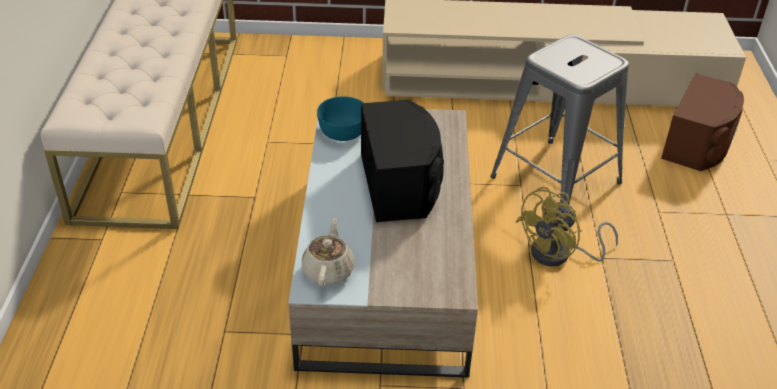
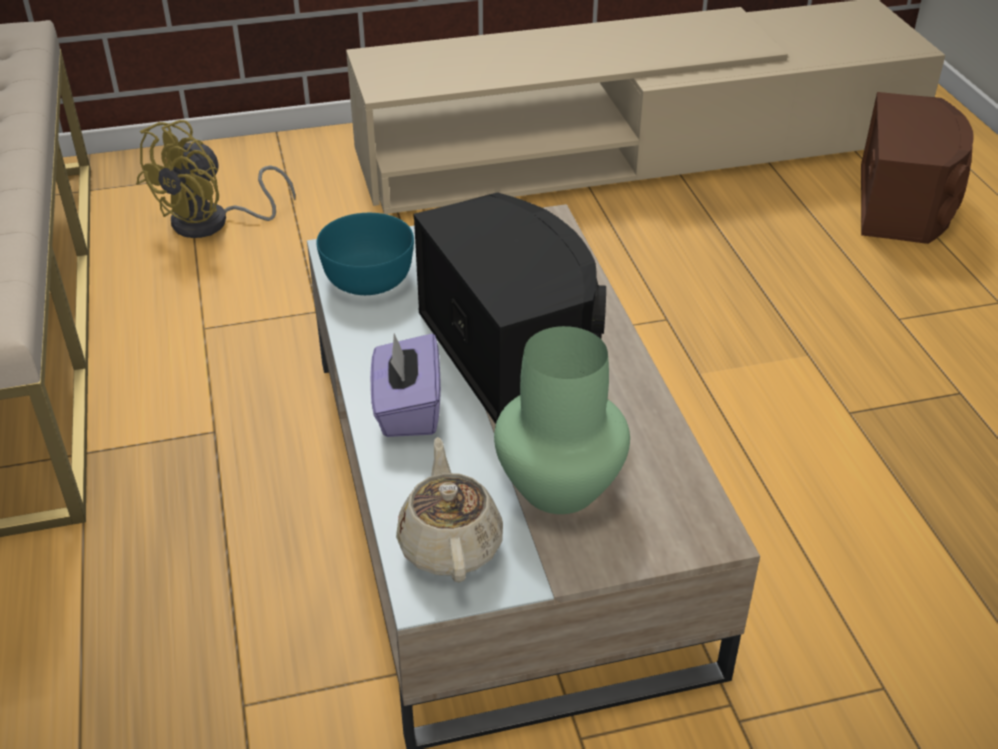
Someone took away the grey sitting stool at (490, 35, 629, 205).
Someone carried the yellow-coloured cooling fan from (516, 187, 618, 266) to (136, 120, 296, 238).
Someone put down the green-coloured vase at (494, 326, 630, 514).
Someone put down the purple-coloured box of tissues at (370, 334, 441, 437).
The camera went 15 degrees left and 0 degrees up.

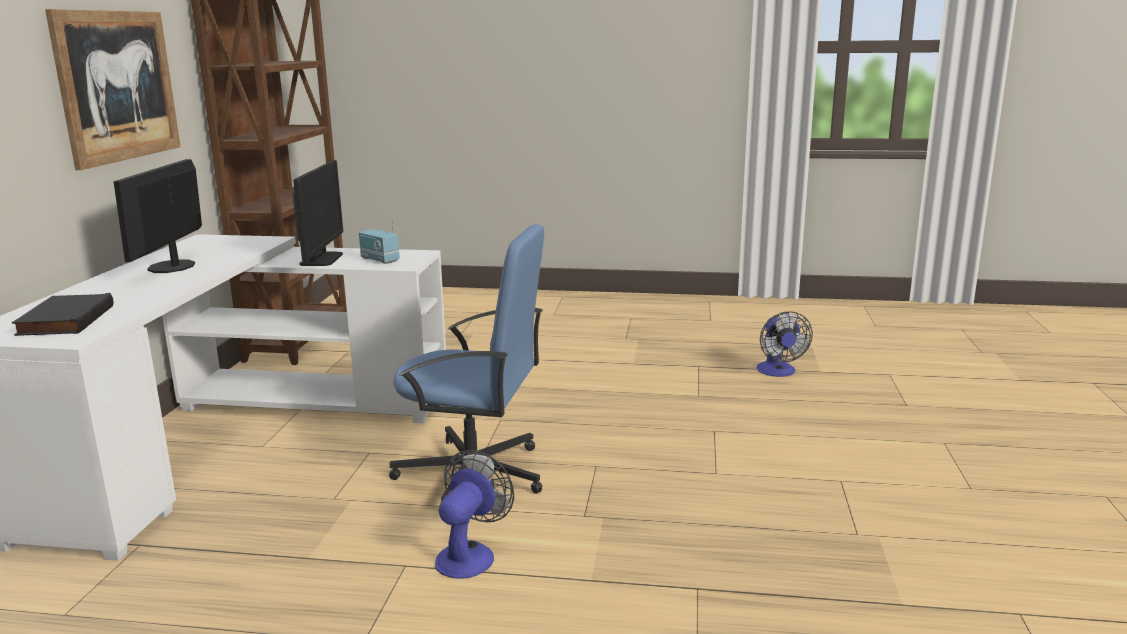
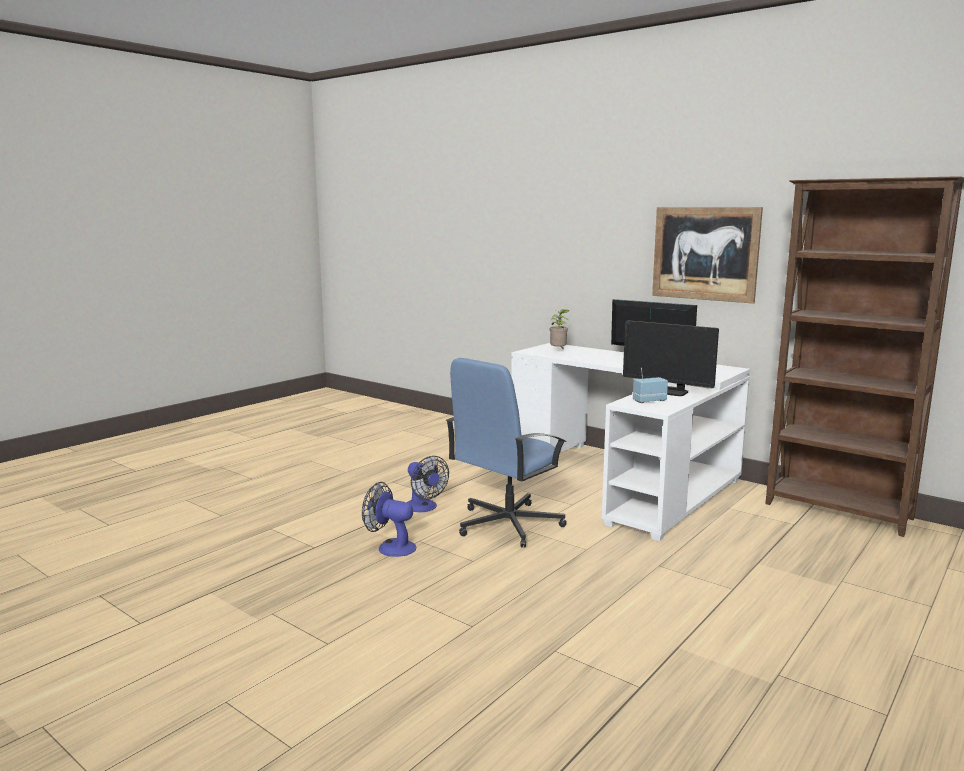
Someone swapped the black-coloured volume at (12, 293, 113, 336) for the houseplant at (549, 309, 570, 348).
Someone carried the cooling fan from (757, 312, 813, 377) to (362, 482, 416, 557).
The camera went 120 degrees right and 5 degrees down.

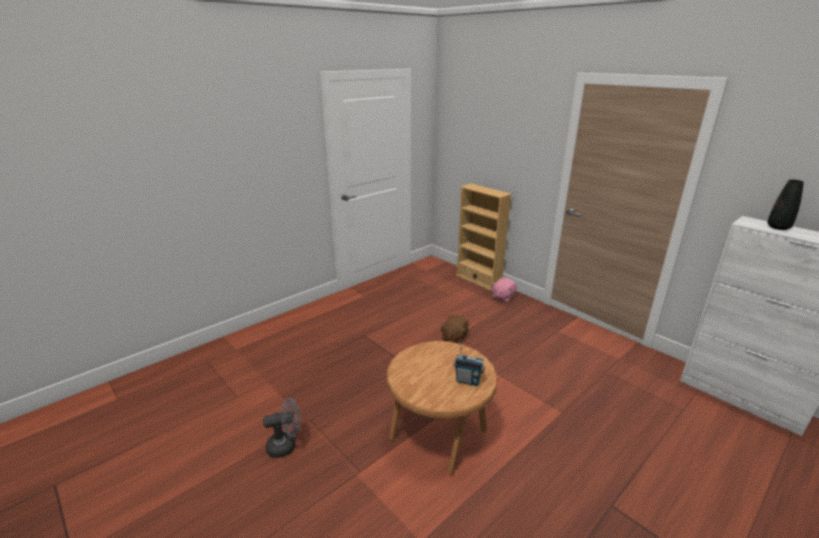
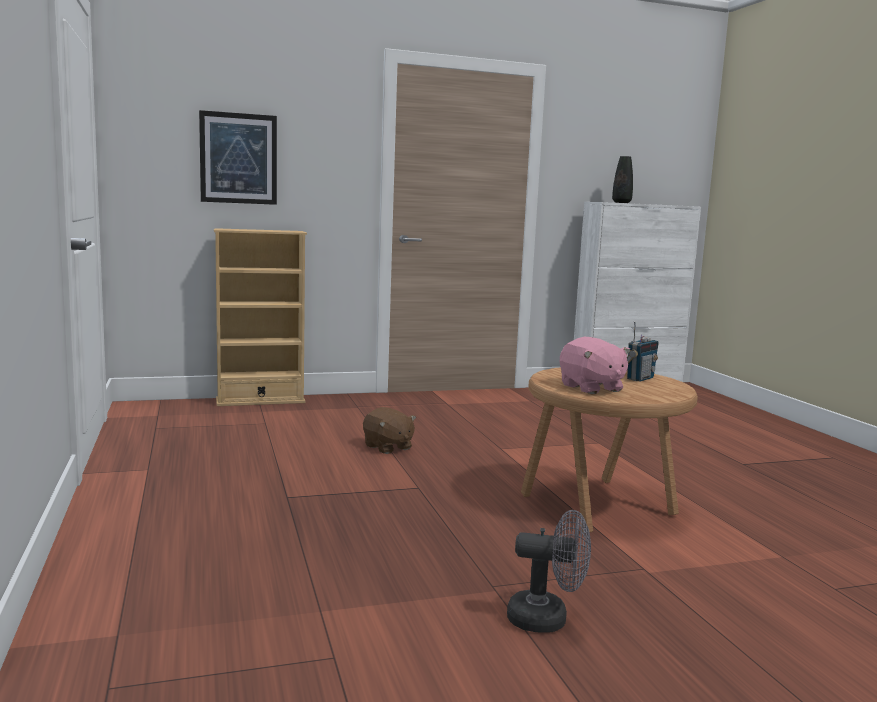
Someone carried the pink-coloured plush toy from (491, 278, 517, 303) to (560, 337, 631, 394).
Someone rotated the grey cooling fan at (263, 398, 300, 458) by 90 degrees clockwise.
Someone put up the picture at (199, 110, 277, 205).
The camera went 65 degrees left and 15 degrees down.

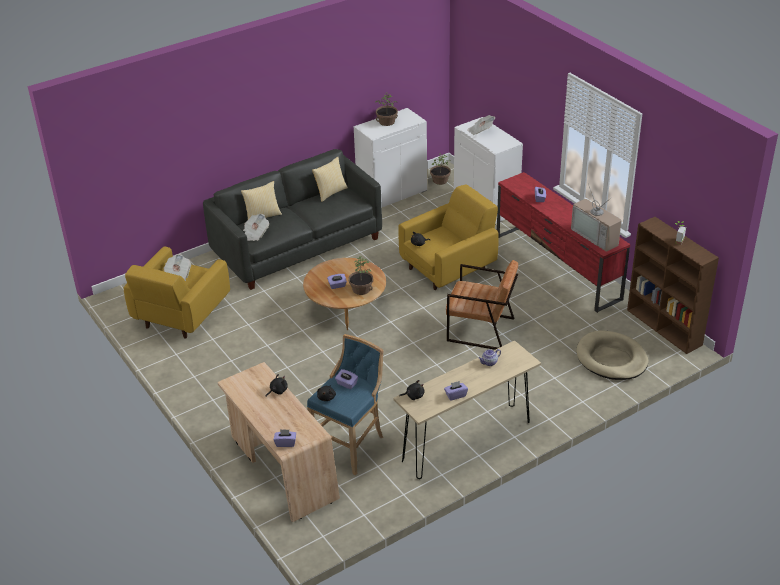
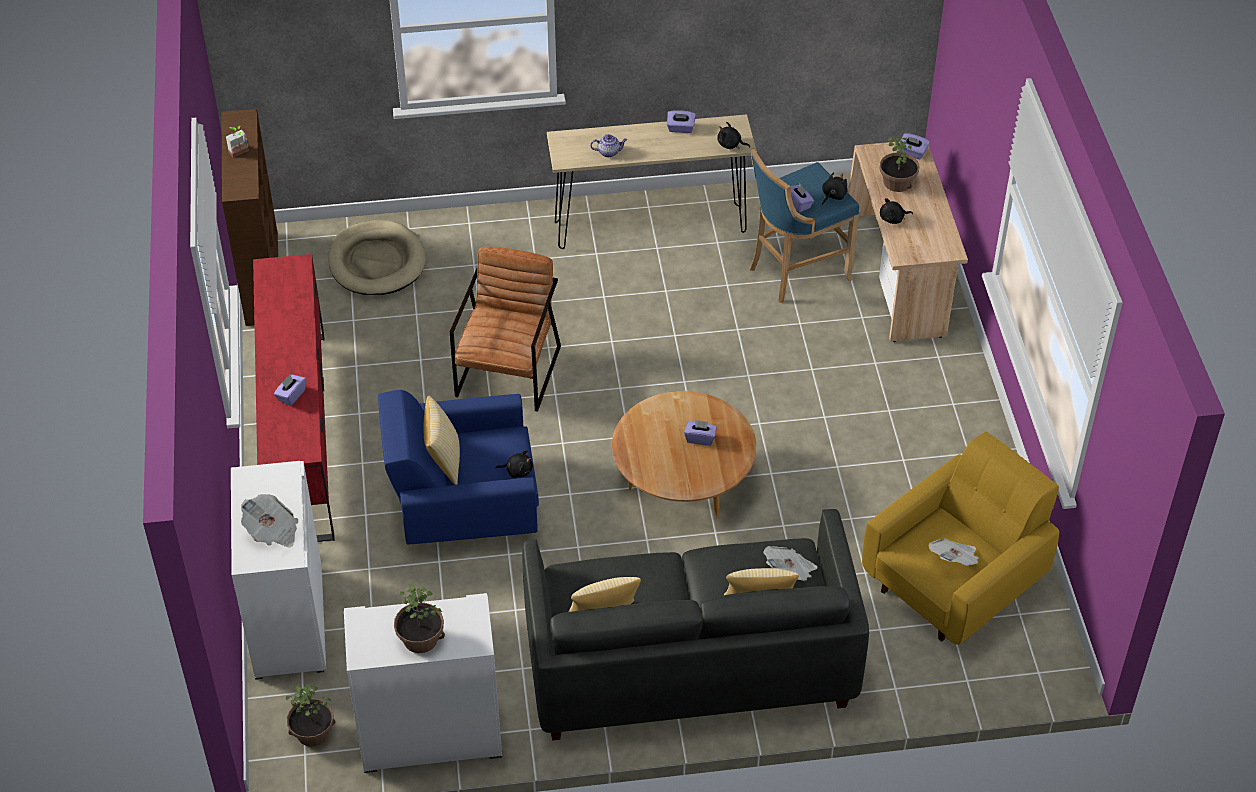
Someone repainted the yellow-coloured armchair at (398, 184, 499, 290), which became the blue armchair at (378, 390, 539, 545).
Someone took away the TV set at (571, 184, 622, 252).
Someone carried the houseplant from (348, 256, 373, 295) to (879, 137, 920, 192).
Someone rotated the brown-coloured armchair at (446, 260, 518, 350) by 60 degrees clockwise.
Someone put down the pillow at (424, 396, 460, 485).
The camera went 155 degrees left and 10 degrees up.

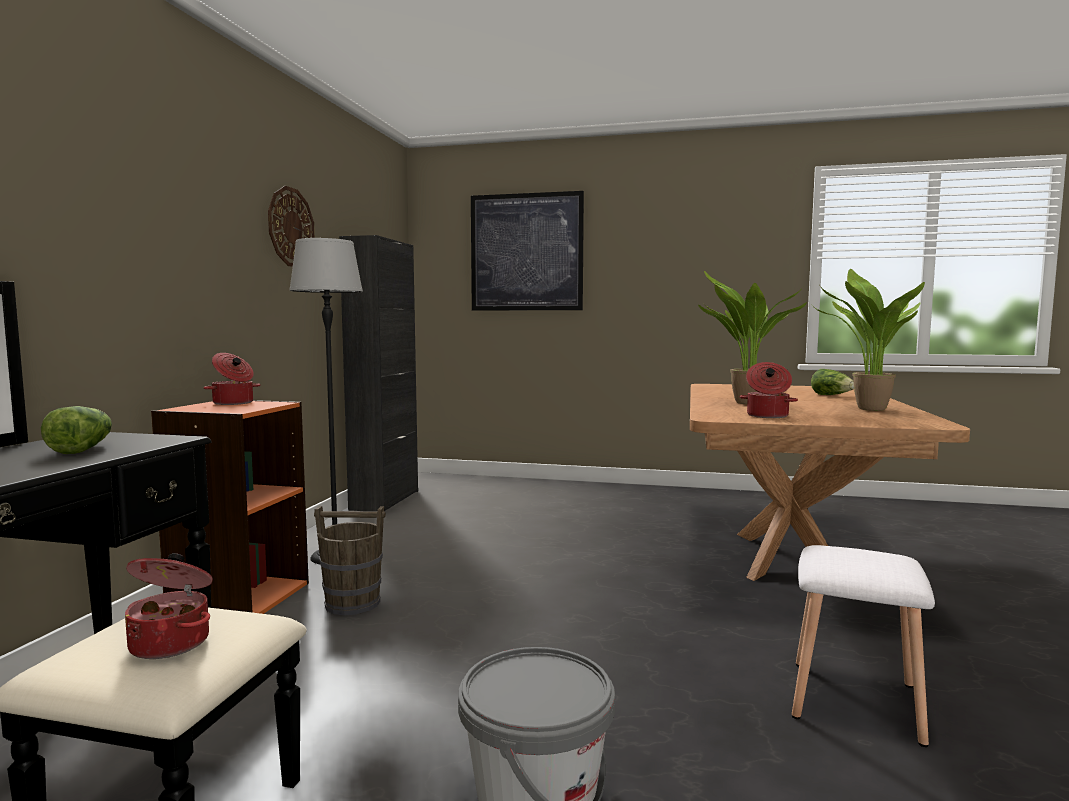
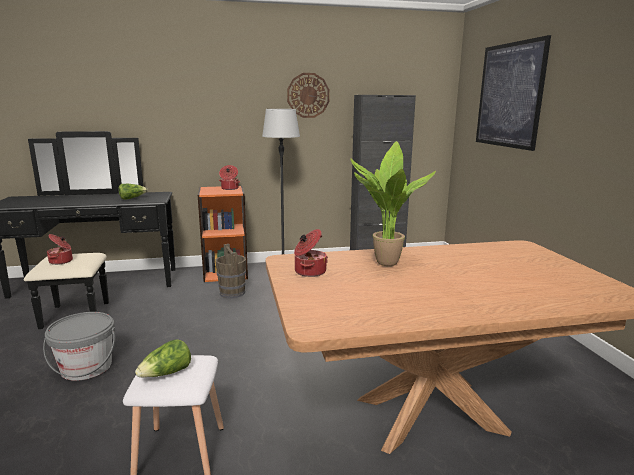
Someone took away the houseplant at (814, 269, 925, 411).
Someone carried the head of lettuce from (811, 369, 854, 395) to (135, 339, 191, 377).
The camera went 65 degrees right and 10 degrees up.

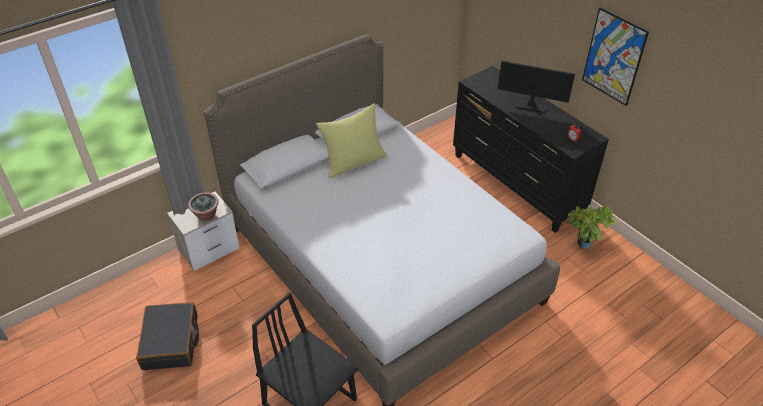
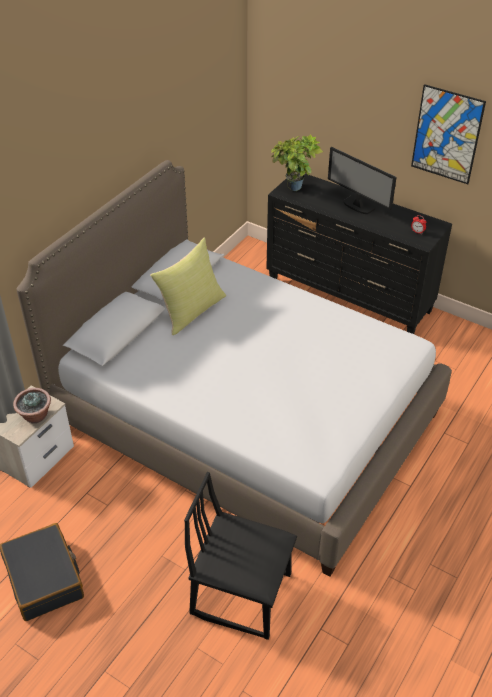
Someone rotated the monitor at (498, 61, 575, 113) by 135 degrees counterclockwise.
Someone carried the houseplant from (567, 206, 617, 249) to (271, 135, 323, 191).
The camera went 20 degrees left and 0 degrees up.

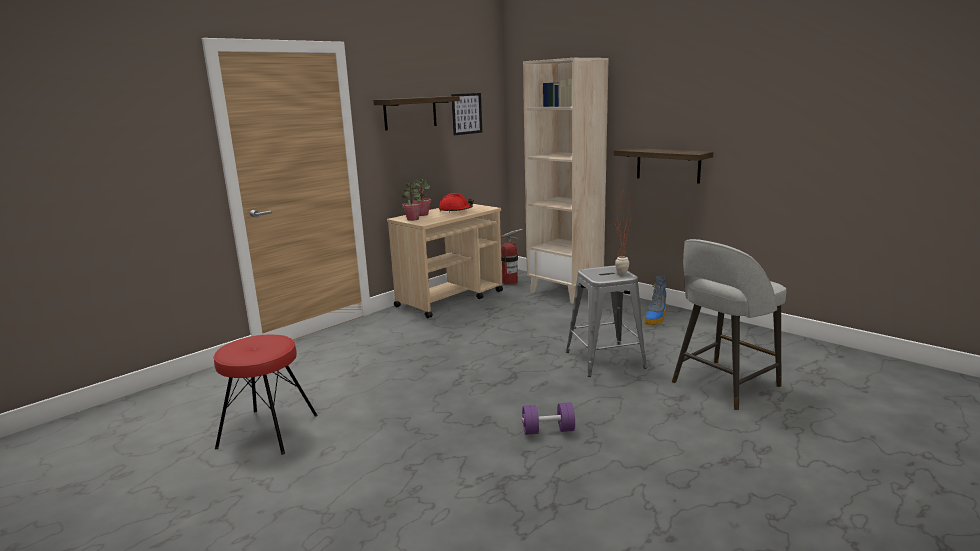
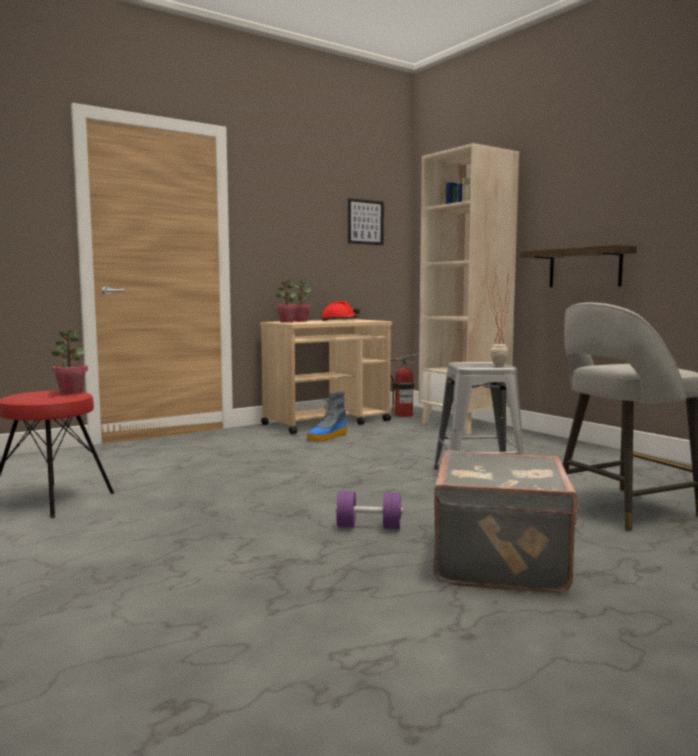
Someone took away the shelf at (373, 96, 460, 131).
Someone carried the high-top boot from (644, 276, 666, 325) to (307, 392, 347, 442).
Someone put down the houseplant at (51, 330, 88, 394).
Someone put down the grey suitcase at (433, 450, 581, 593).
The camera went 10 degrees right and 10 degrees down.

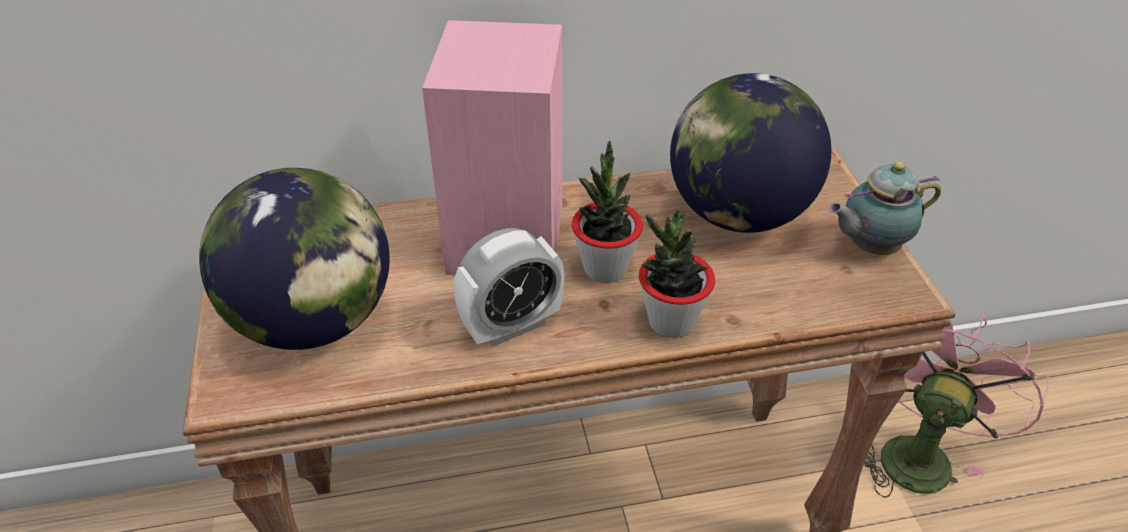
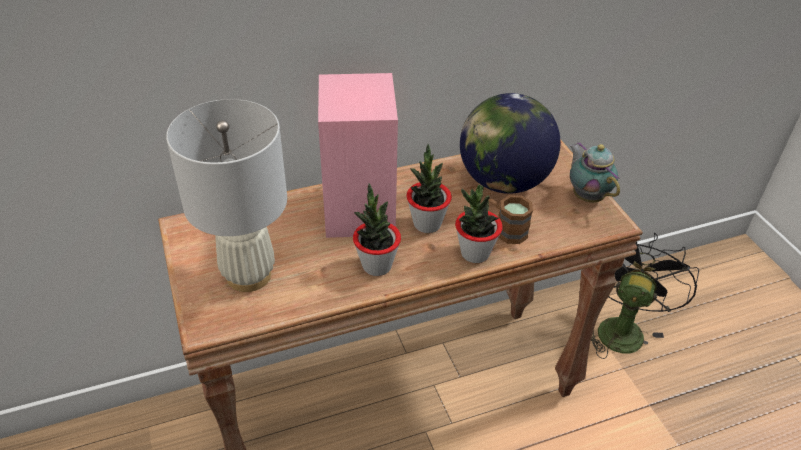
Someone rotated the tea pot at (829, 161, 941, 255) by 90 degrees clockwise.
Someone swapped the world globe at (199, 168, 390, 350) for the white tabletop lamp at (166, 99, 287, 292).
Someone swapped the alarm clock at (454, 228, 564, 347) for the houseplant at (353, 183, 401, 276).
Someone repainted the pink-coloured cooling fan at (864, 315, 1050, 498), which became the black-coloured cooling fan at (591, 232, 699, 359).
Someone put down the brown-coloured coffee mug at (488, 195, 533, 244).
The camera went 10 degrees left and 0 degrees up.

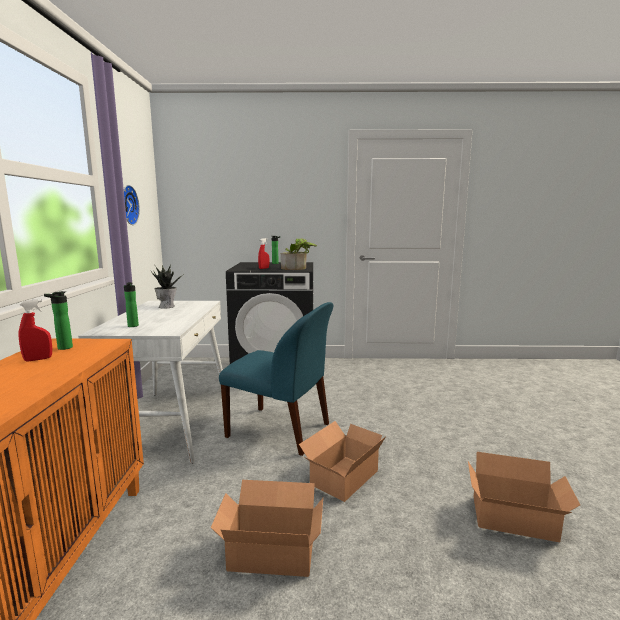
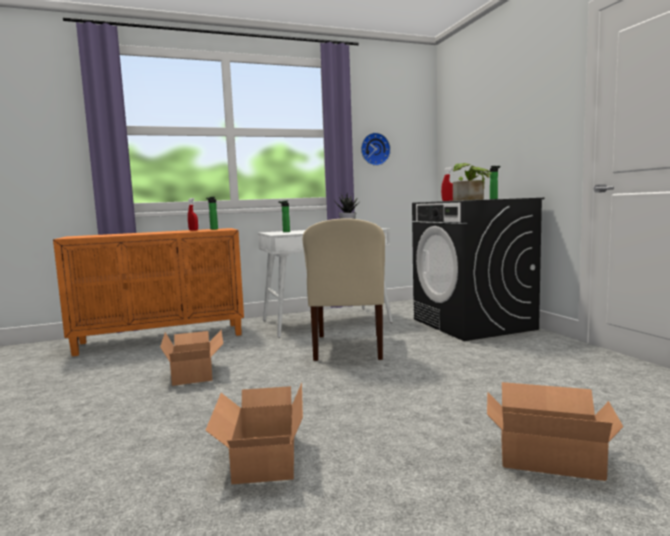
Someone repainted the blue chair at (219, 302, 333, 456), which became the sand-coloured chair at (302, 218, 385, 361).
Someone carried the packing box from (299, 421, 386, 502) to (487, 382, 624, 481).
The camera went 70 degrees right and 5 degrees down.

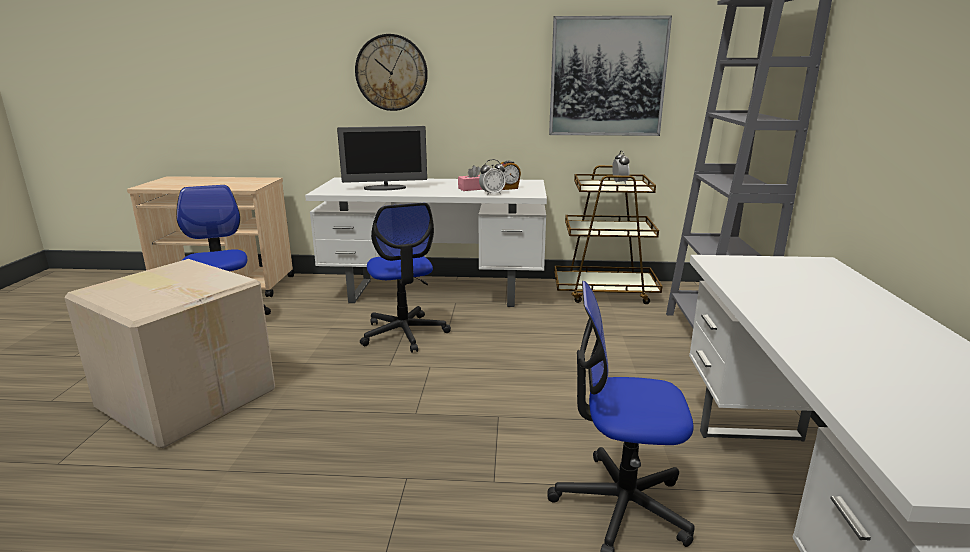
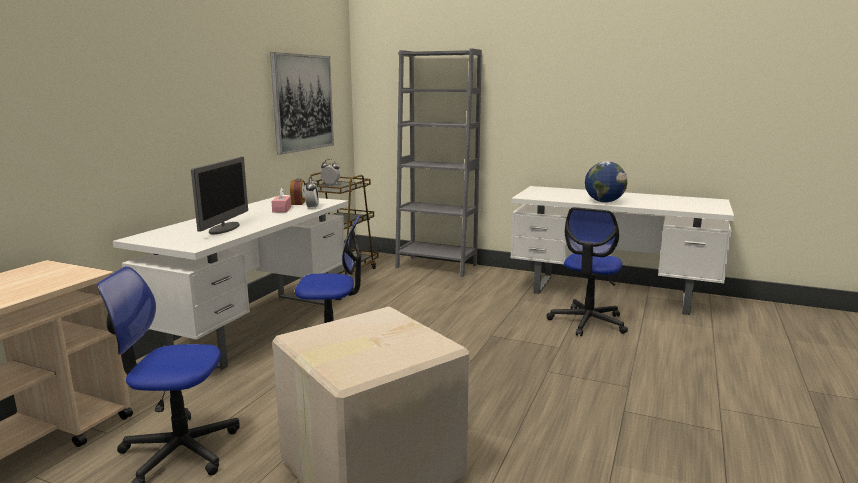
Someone took away the hanging clock at (355, 34, 428, 111).
Someone put down the world globe at (585, 161, 627, 203).
The camera went 70 degrees left and 5 degrees down.

